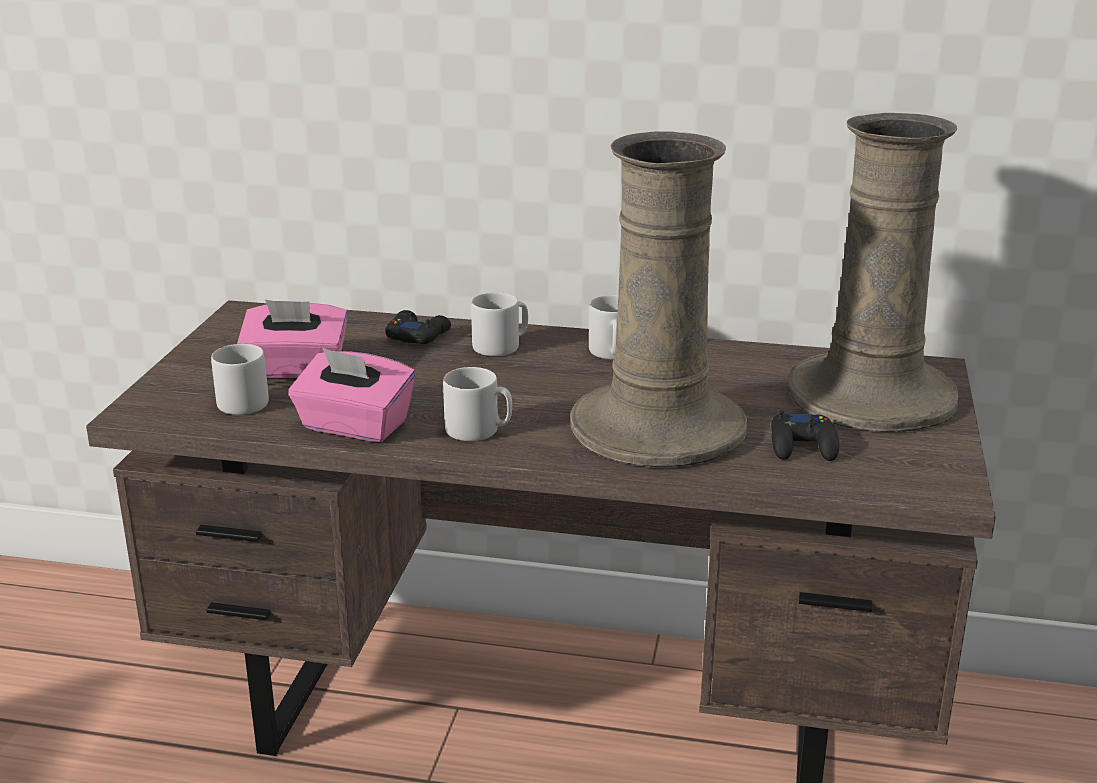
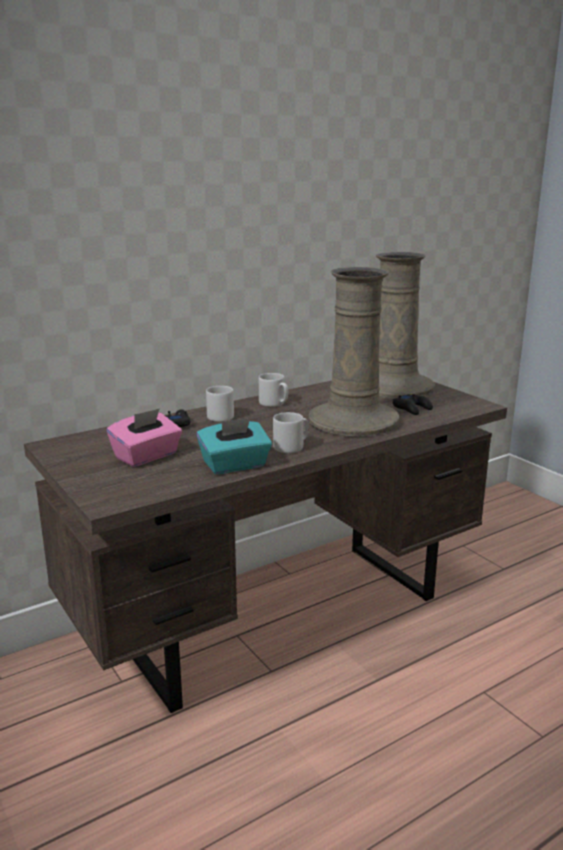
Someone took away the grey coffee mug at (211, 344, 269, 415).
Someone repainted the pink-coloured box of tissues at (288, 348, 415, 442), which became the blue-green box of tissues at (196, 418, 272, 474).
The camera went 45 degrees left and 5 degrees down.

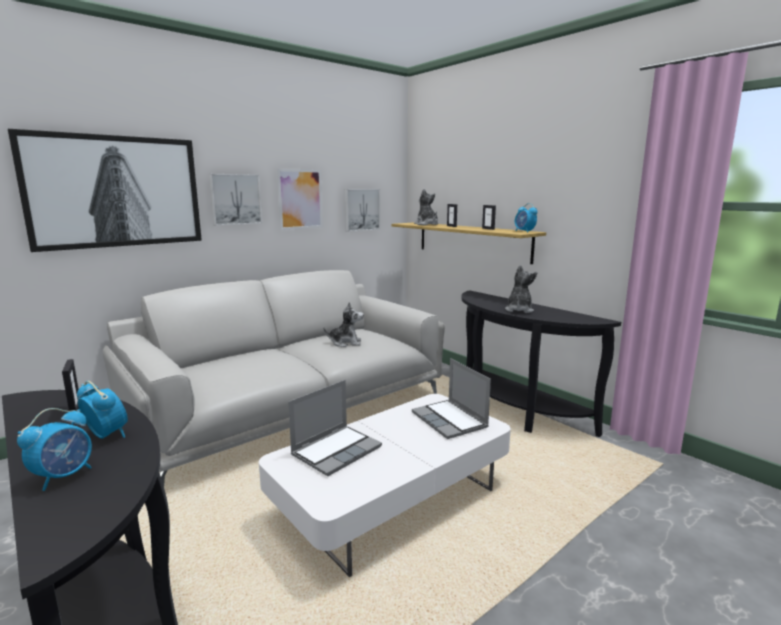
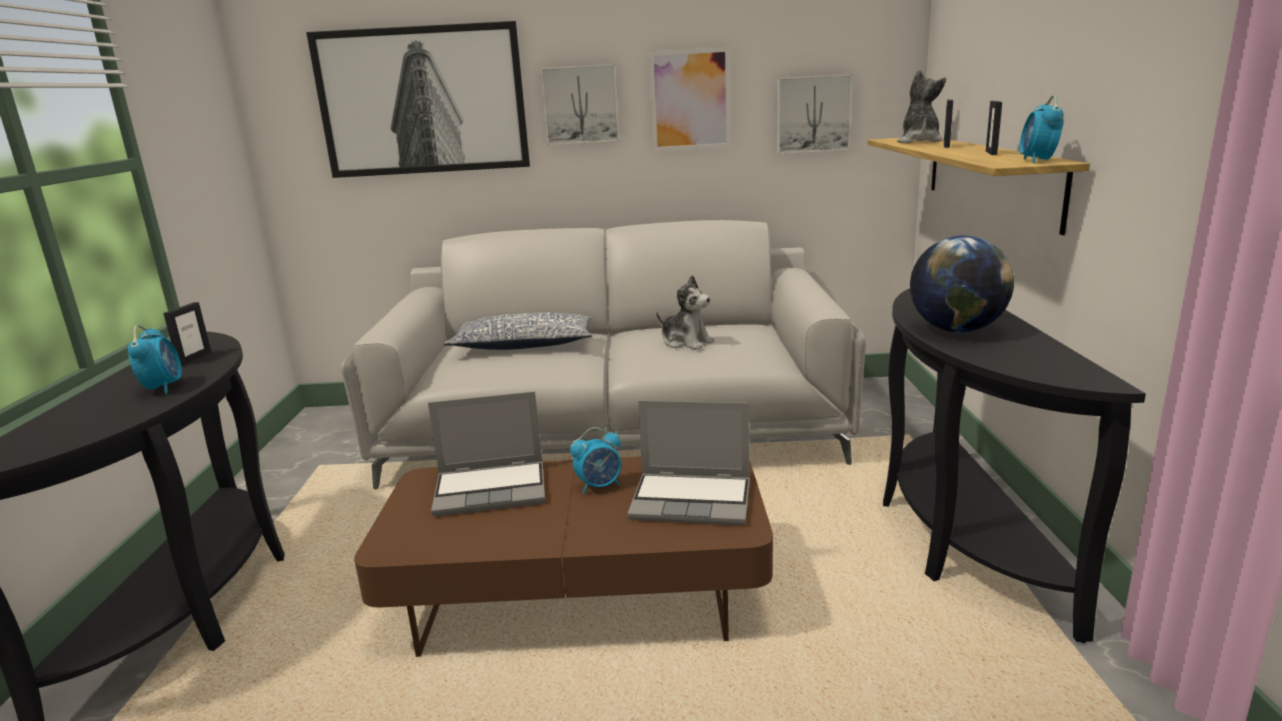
Someone swapped the plush toy at (505, 265, 538, 313) for the world globe at (910, 235, 1014, 332).
Someone rotated the notebook computer at (412, 358, 491, 439) by 90 degrees counterclockwise.
Someone repainted the white coffee table at (259, 394, 511, 577), which became the brown-coloured coffee table at (354, 456, 773, 657).
Someone carried the alarm clock from (17, 408, 92, 491) to (570, 427, 621, 494).
Someone put down the pillow at (444, 312, 592, 350).
The camera went 40 degrees right and 5 degrees up.

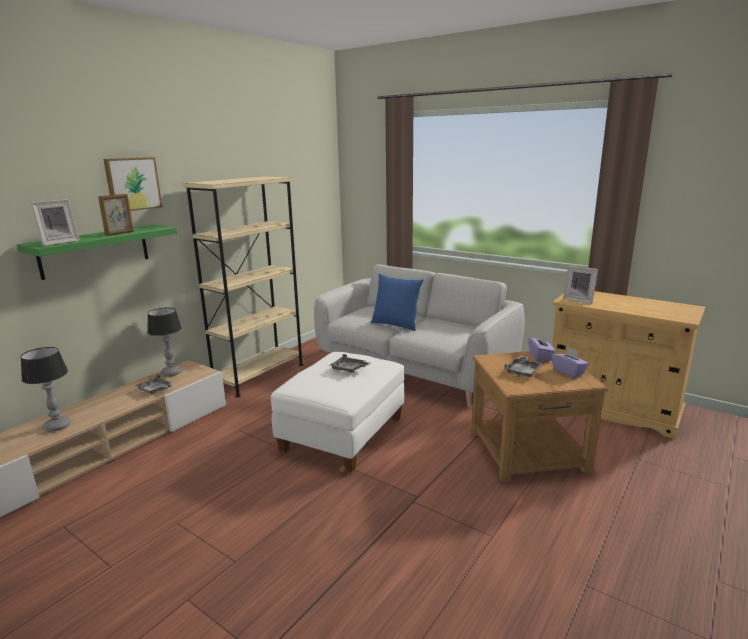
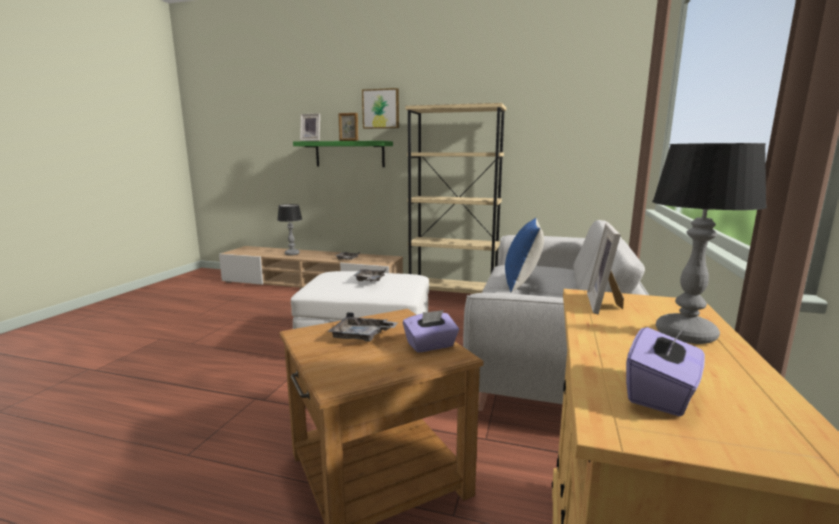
Someone carried the tabletop lamp from (147, 308, 182, 377) to (652, 143, 767, 344).
Someone carried the purple-coloured box of tissues from (552, 347, 589, 378) to (626, 323, 705, 416).
The camera went 70 degrees right and 5 degrees down.

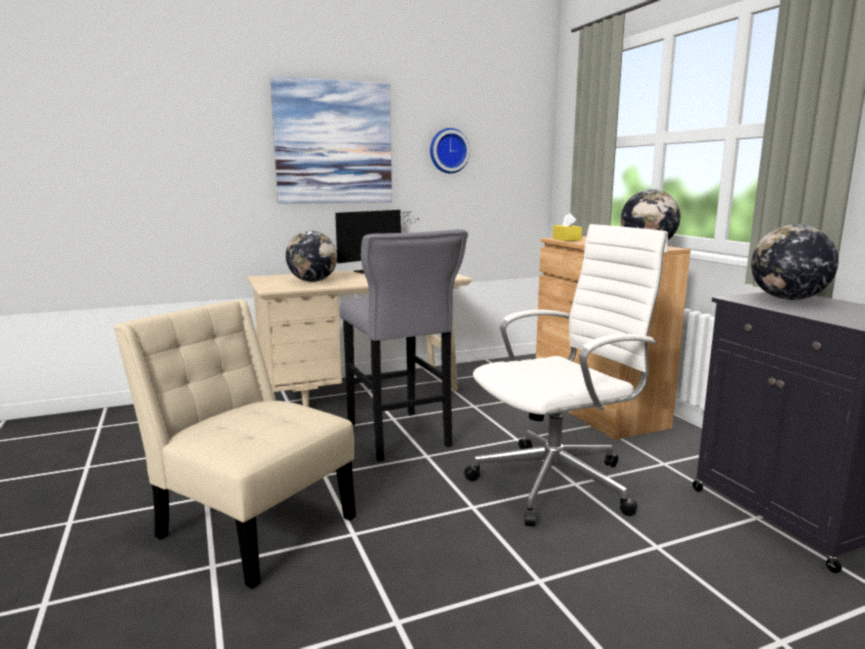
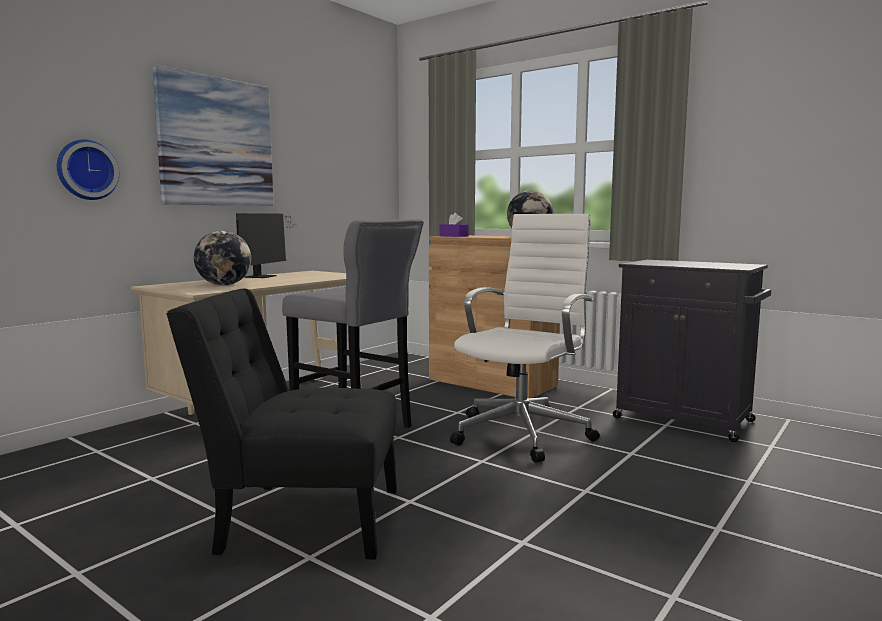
Someone carried the hanging clock from (430, 128, 470, 174) to (57, 140, 119, 200).
Someone repainted the yellow-coloured box of tissues at (553, 213, 582, 241), which became the purple-coloured box of tissues at (440, 213, 469, 237).
Someone took away the world globe at (751, 224, 839, 300).
Someone repainted the sand-coloured chair at (114, 300, 356, 589), which became the black-coloured chair at (166, 289, 397, 560).
The camera went 30 degrees left and 5 degrees down.

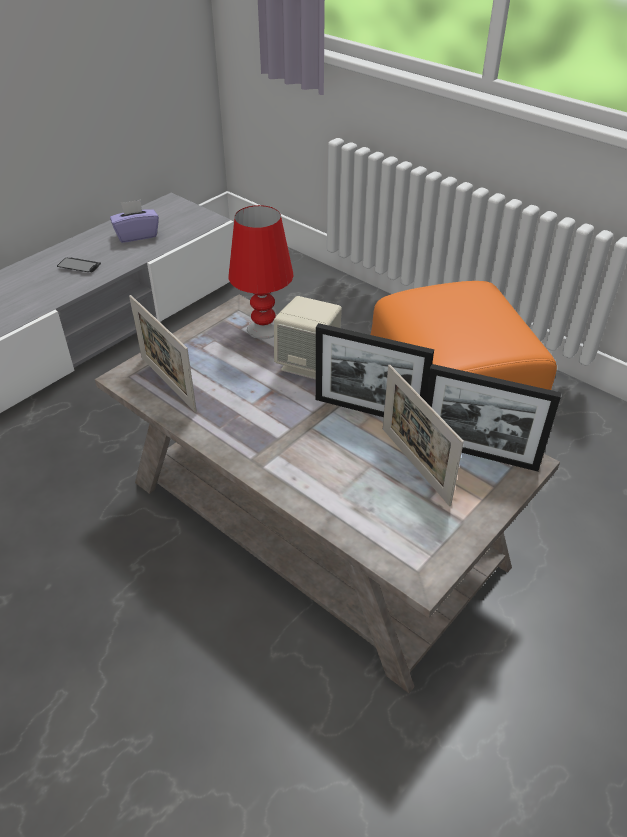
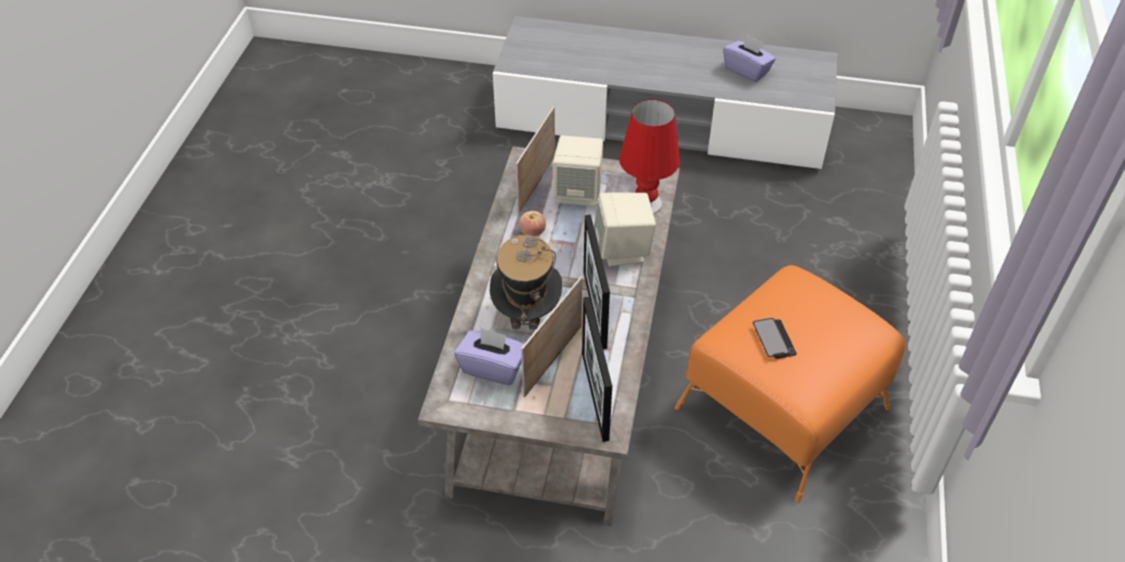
Someone carried the handset from (57, 258, 101, 272) to (753, 318, 797, 359).
Someone put down the sand-coloured audio speaker at (553, 135, 603, 206).
Someone put down the apple fruit at (519, 211, 546, 237).
Someone put down the wearable hat at (490, 235, 562, 330).
Someone put down the purple-coloured box of tissues at (454, 328, 524, 385).
The camera went 60 degrees right and 5 degrees up.

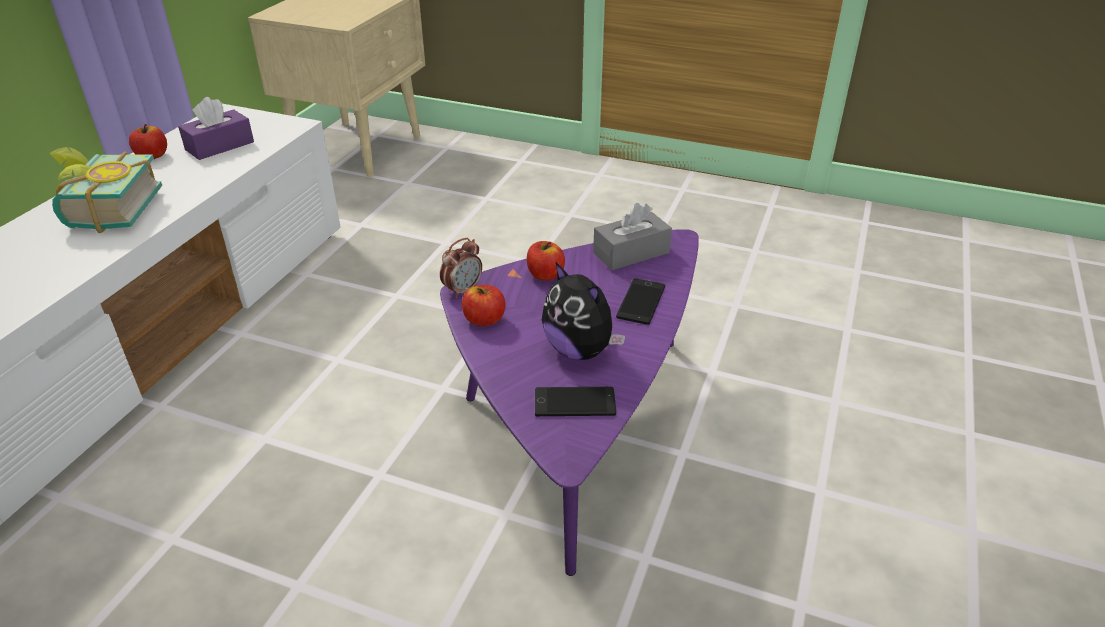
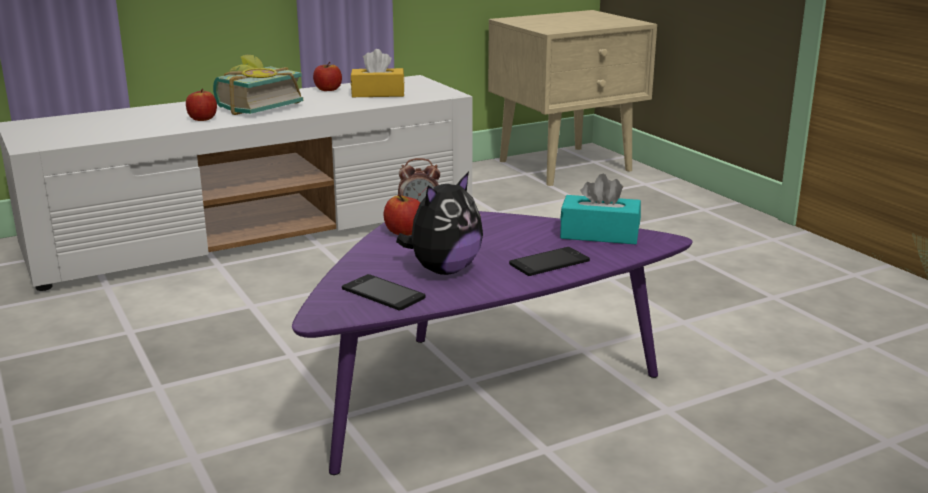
Someone repainted the purple-coloured box of tissues at (178, 97, 254, 160), which became the yellow-coloured box of tissues at (351, 49, 405, 97).
Someone repainted the grey box of tissues at (593, 203, 672, 270), which became the blue-green box of tissues at (560, 174, 641, 245).
Someone carried the apple fruit from (527, 241, 565, 281) to (186, 89, 217, 121).
Someone rotated the plush toy at (542, 262, 626, 360) by 135 degrees counterclockwise.
The camera went 40 degrees right and 15 degrees down.

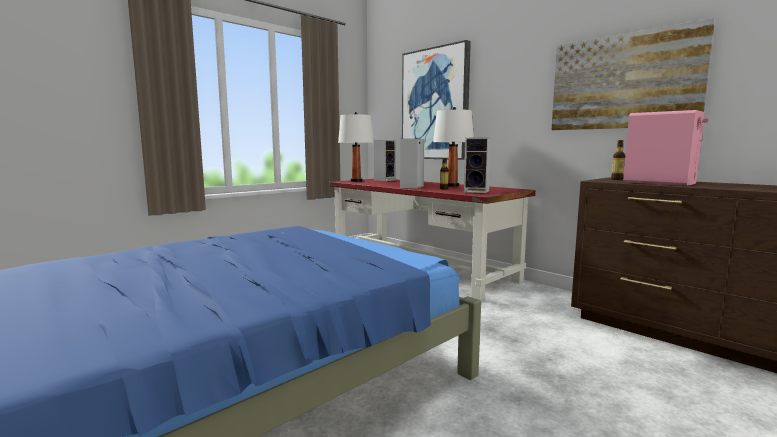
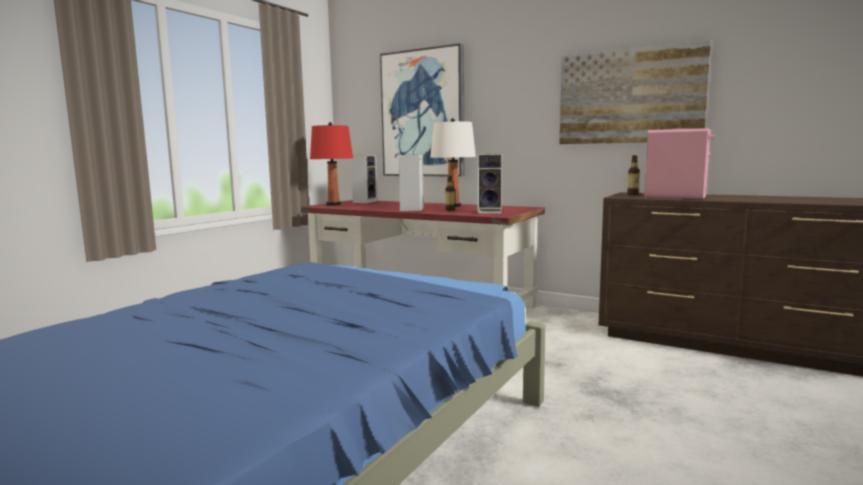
Someone repainted the white tabletop lamp at (338, 112, 374, 182), which became the reddish tabletop lamp at (310, 122, 353, 206).
The camera went 15 degrees left and 0 degrees up.

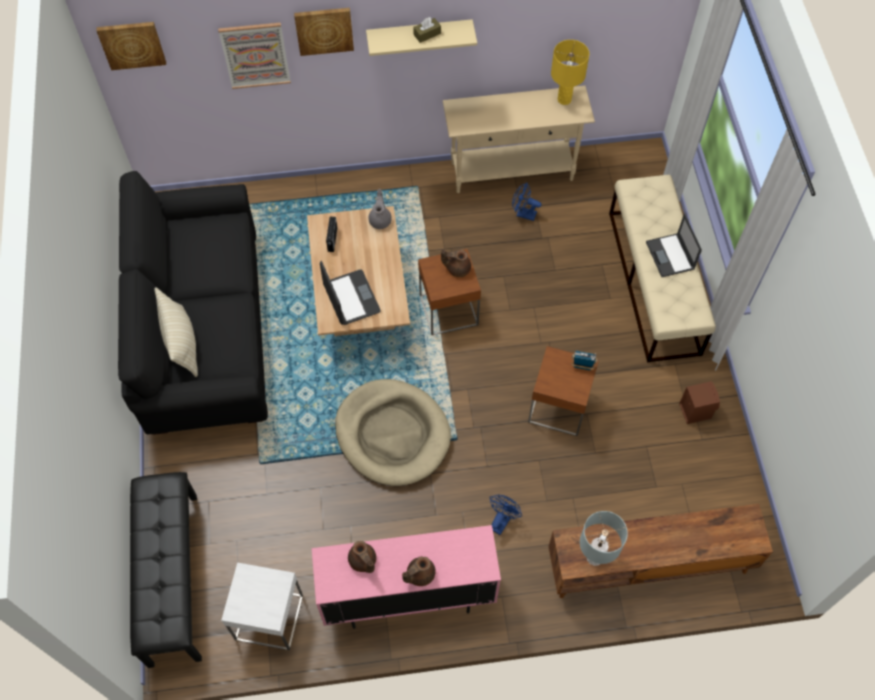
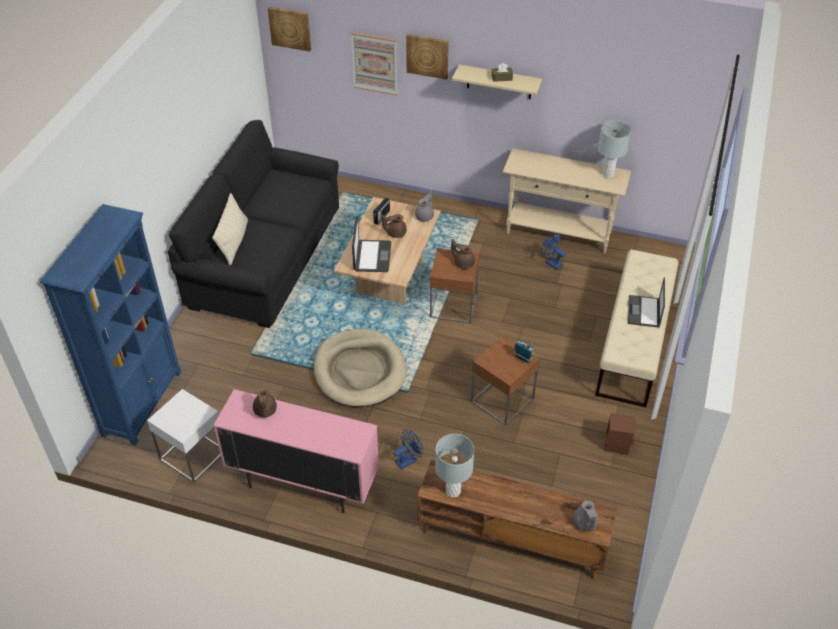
Someone repainted the yellow-coloured tabletop lamp at (551, 40, 589, 105), which became the grey tabletop lamp at (598, 120, 631, 178).
Someone swapped the black-coloured long seat at (130, 472, 202, 668) for the blue shelving unit at (40, 204, 181, 446).
Someone carried the brown-coloured tea pot from (402, 556, 436, 586) to (382, 214, 407, 238).
Someone put down the grey tea pot at (573, 500, 598, 532).
The camera went 25 degrees right and 15 degrees down.

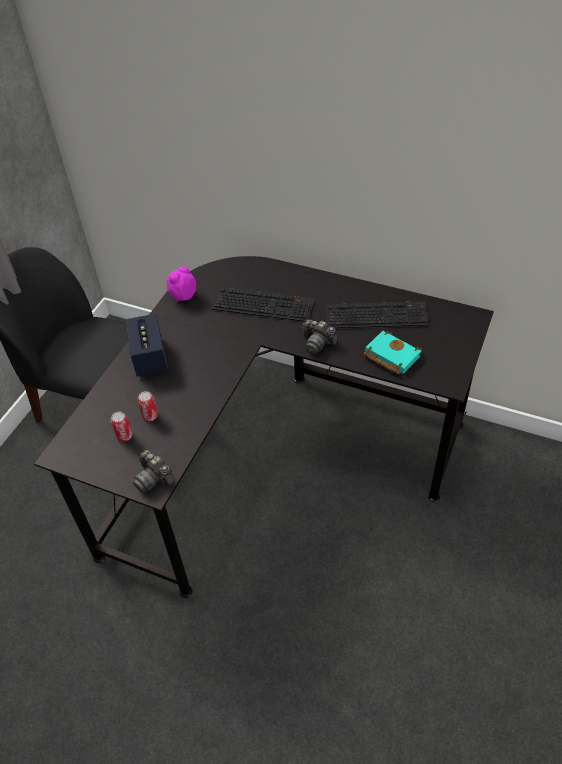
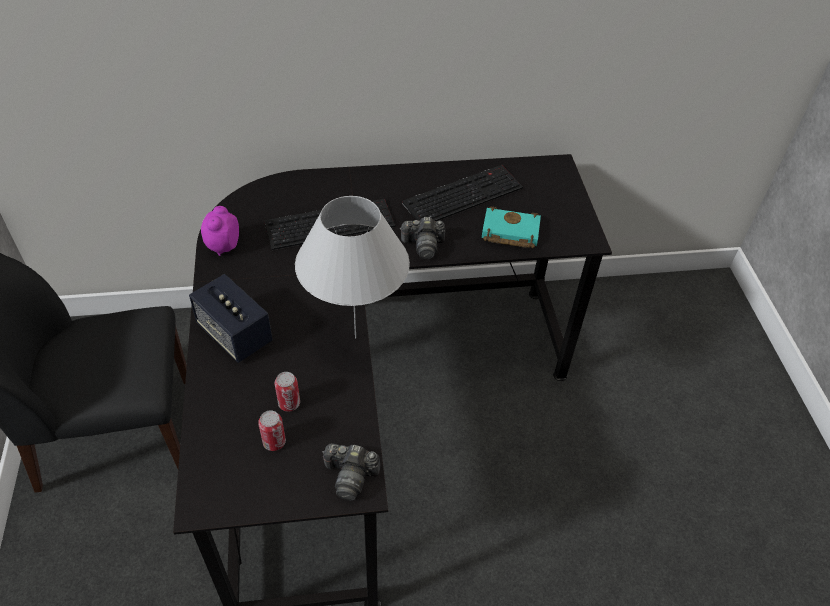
Someone put down the white tabletop lamp at (295, 196, 410, 338).
The camera went 35 degrees left and 0 degrees up.

